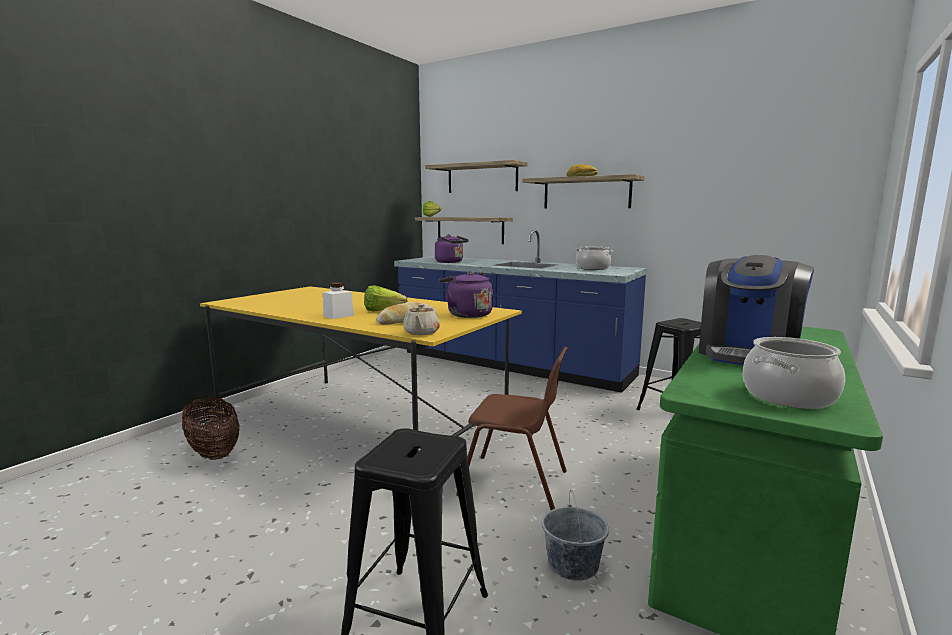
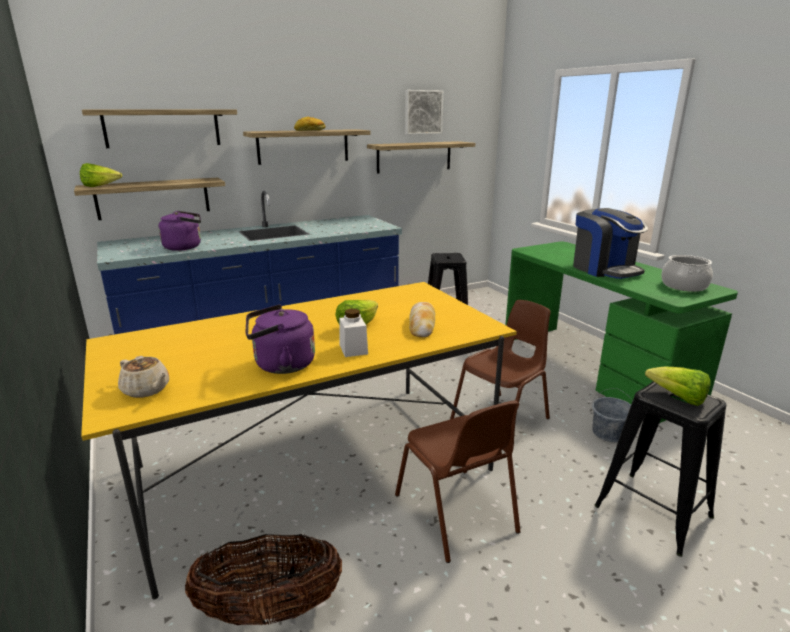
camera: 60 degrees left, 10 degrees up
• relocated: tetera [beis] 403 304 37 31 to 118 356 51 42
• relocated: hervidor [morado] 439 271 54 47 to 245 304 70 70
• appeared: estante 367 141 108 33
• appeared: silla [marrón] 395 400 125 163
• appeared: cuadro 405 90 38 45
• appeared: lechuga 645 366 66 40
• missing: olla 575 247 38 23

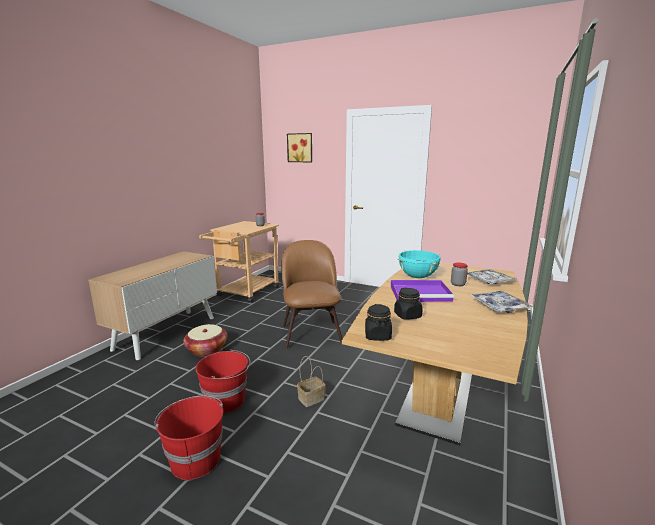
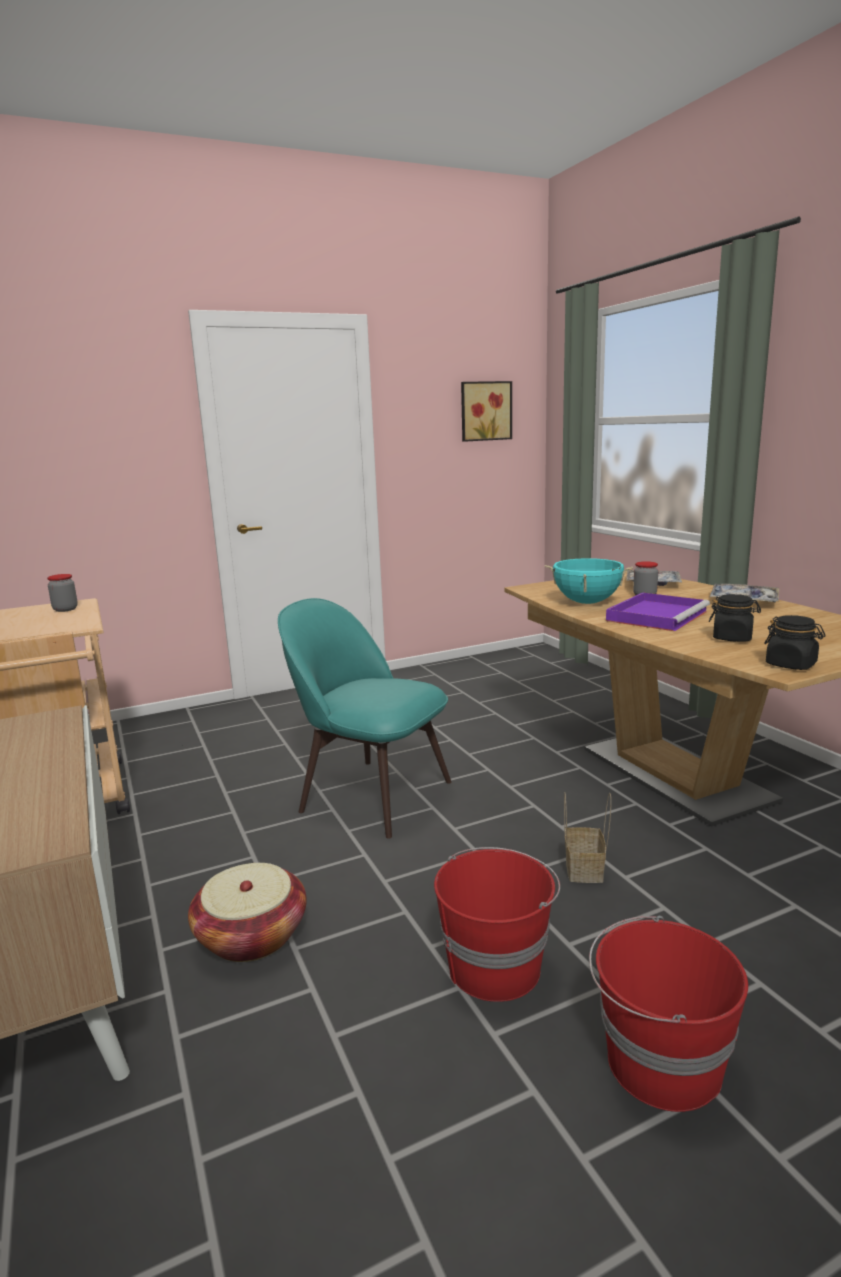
camera: 50 degrees left, 0 degrees up
• colour: silla [marrón] 282 240 60 109 to silla [turquesa] 278 598 173 241
• relocated: cuadro 287 133 25 29 to 461 381 51 61

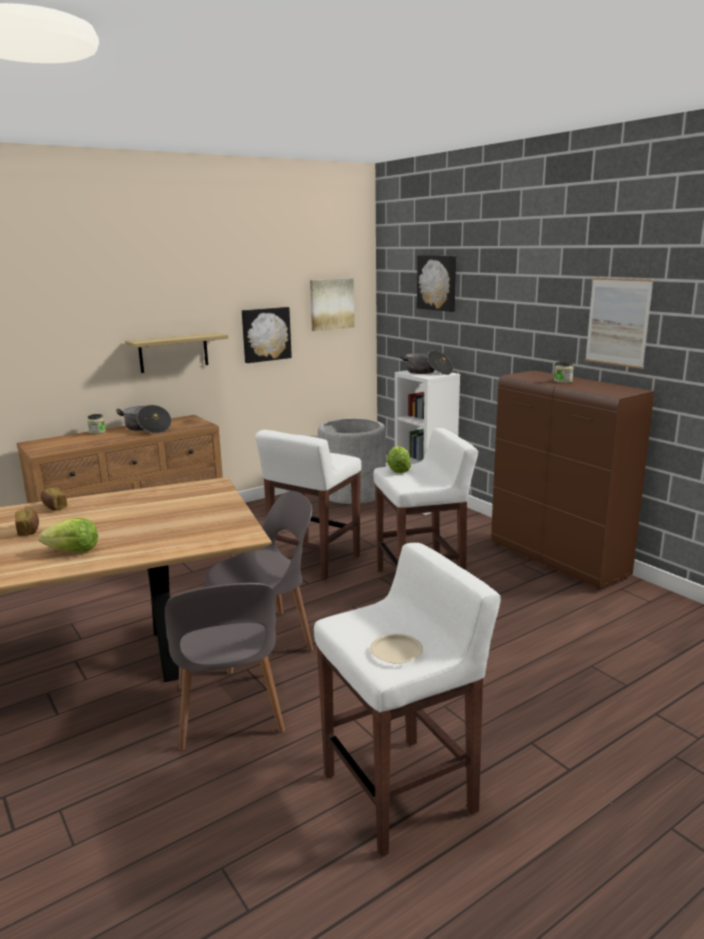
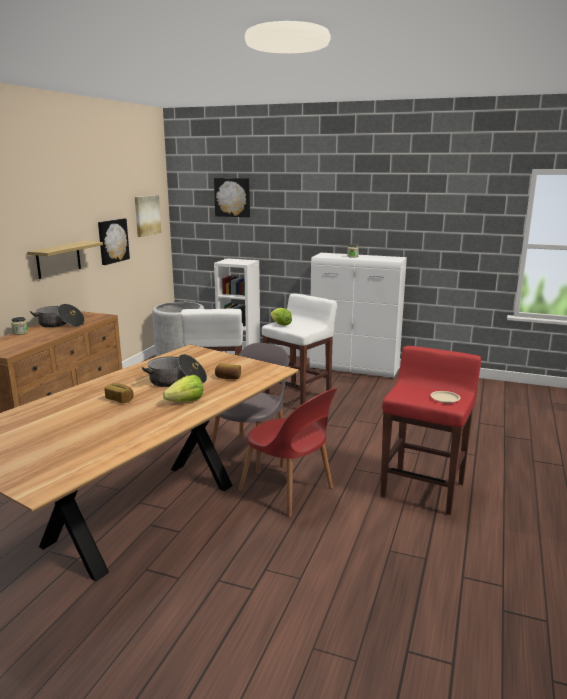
camera: 35 degrees left, 0 degrees up
• relocated: olla 400 350 53 25 to 142 354 65 33
• relocated: pan 41 487 27 24 to 215 363 26 16
• colour: silla [gris] 165 583 120 168 to silla [rojo] 239 388 98 129
• colour: armario [marrón] 491 370 163 219 to armario [blanco] 310 253 97 126
• colour: taburete [blanco] 314 543 187 314 to taburete [rojo] 380 346 101 169
• missing: cuadro 585 278 69 91

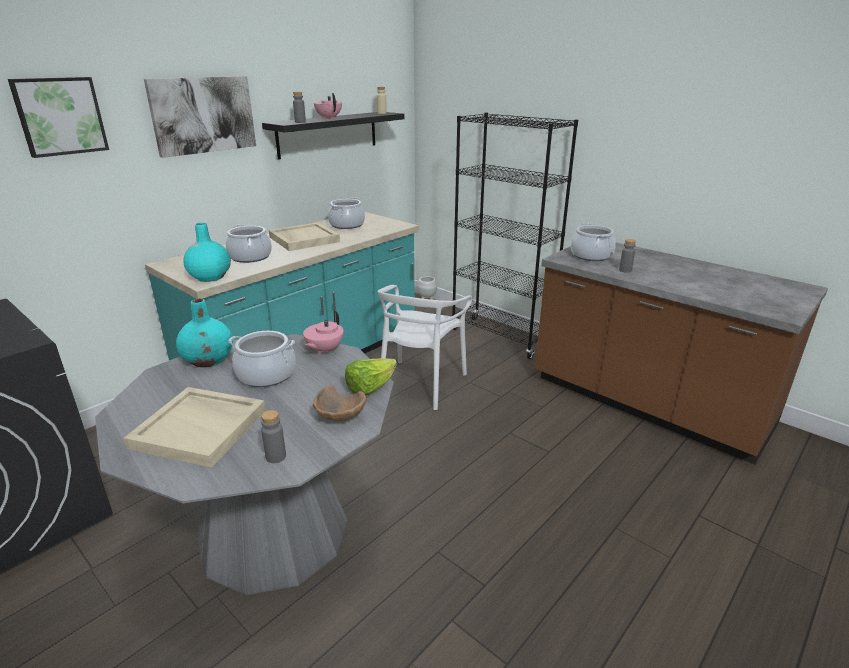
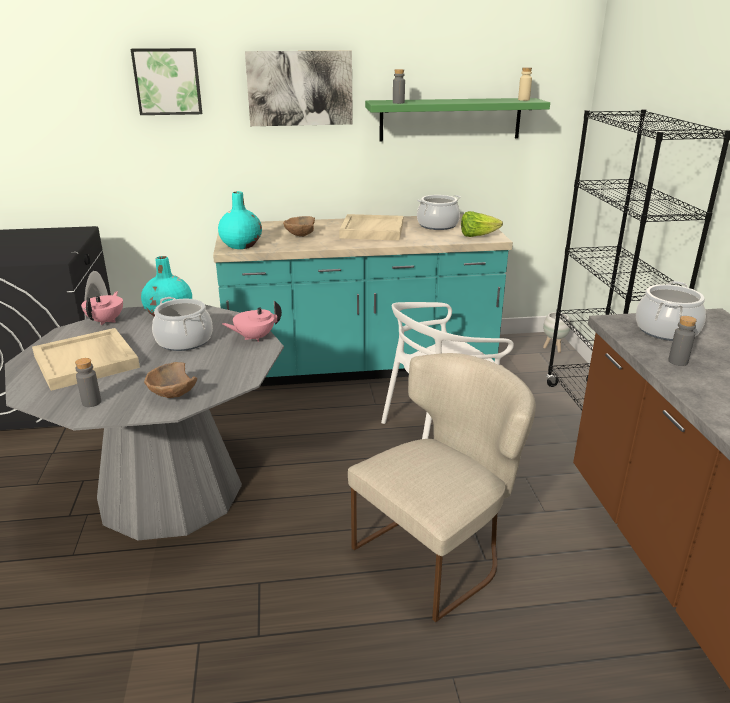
camera: 40 degrees right, 0 degrees up
• relocated: tetera [rosa] 314 93 28 26 to 81 291 42 34
• exchanged: olla 226 224 46 39 to cuenco [marrón] 283 216 32 21
• appeared: silla [beis] 348 353 188 269
• colour: estante [negro] 262 112 142 48 to estante [verde] 365 98 185 43
• relocated: lechuga 345 358 52 38 to 461 211 42 26

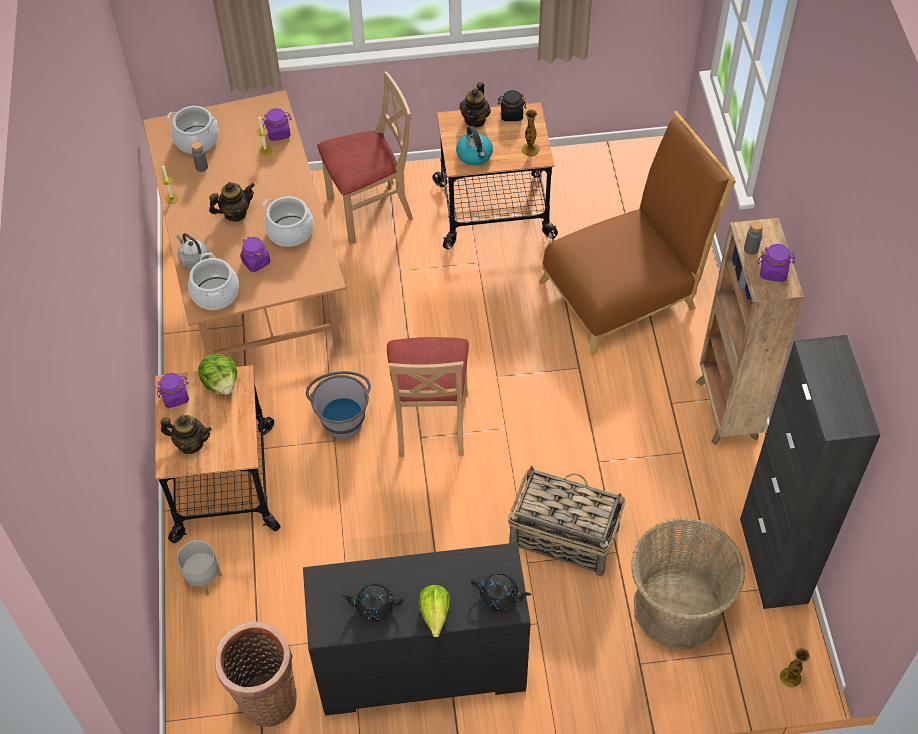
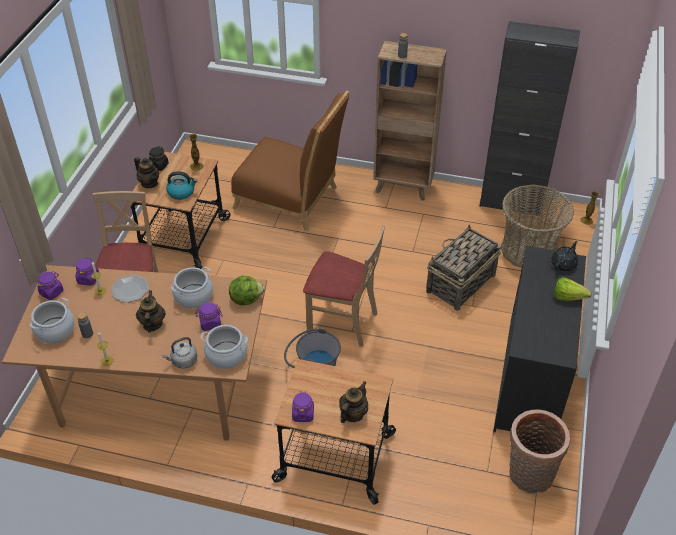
camera: 70 degrees left, 10 degrees down
• relocated: tarro [morado] 758 244 38 38 to 38 271 25 29
• appeared: plato 111 275 38 28
• relocated: lechuga 198 354 39 41 to 229 276 36 29
• spun: silla [marrón] 539 111 197 245 = 231 91 118 140 120 degrees clockwise
• missing: maceta [gris] 177 540 45 56
• missing: tetera [negro] 340 584 64 38

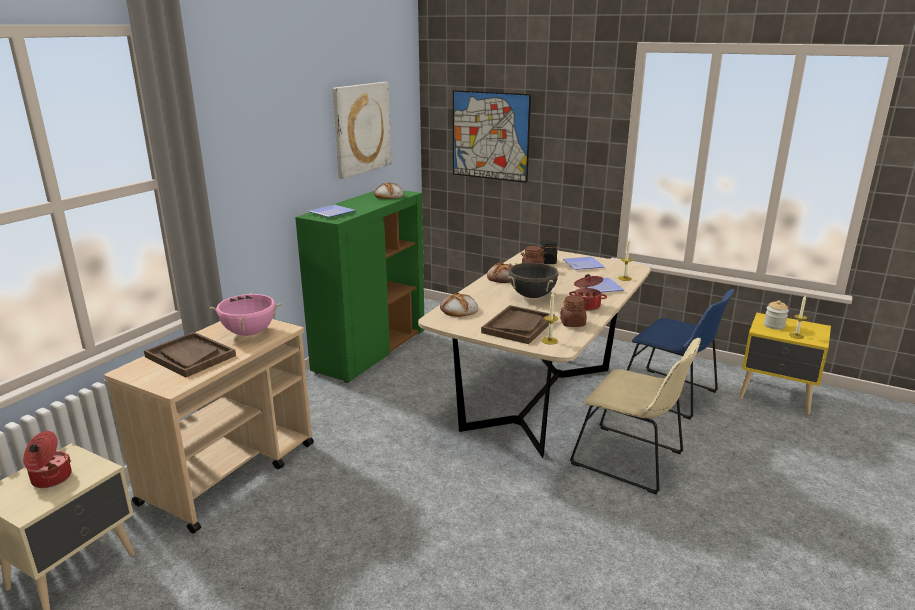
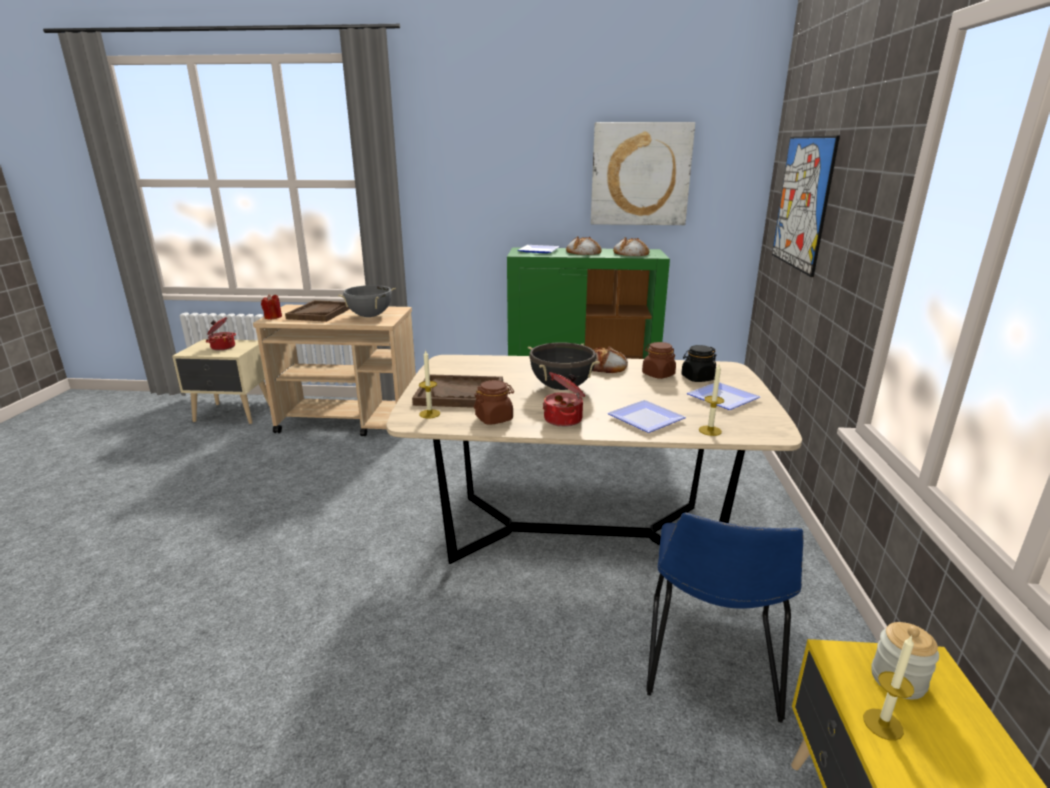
camera: 65 degrees right, 0 degrees up
• appeared: vela [rojo] 261 294 21 25
• colour: olla [rosa] 209 293 73 43 to olla [gris] 338 285 58 32
• relocated: pan 440 293 38 24 to 566 236 35 19
• missing: silla [beis] 570 338 131 156

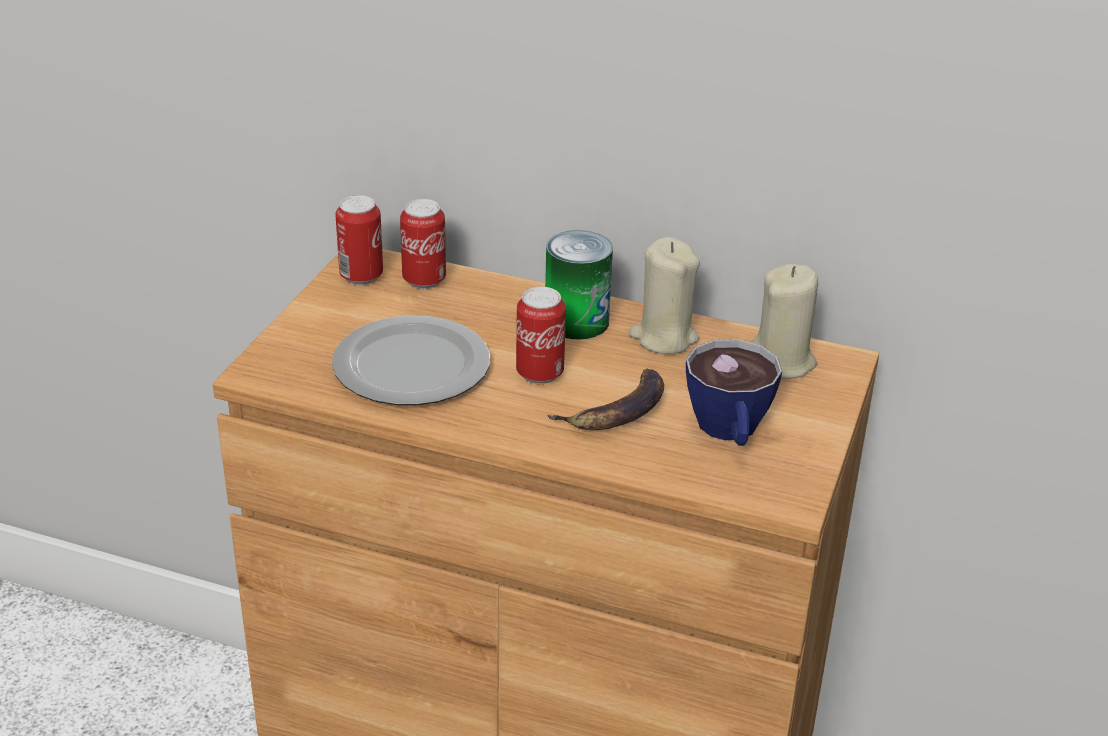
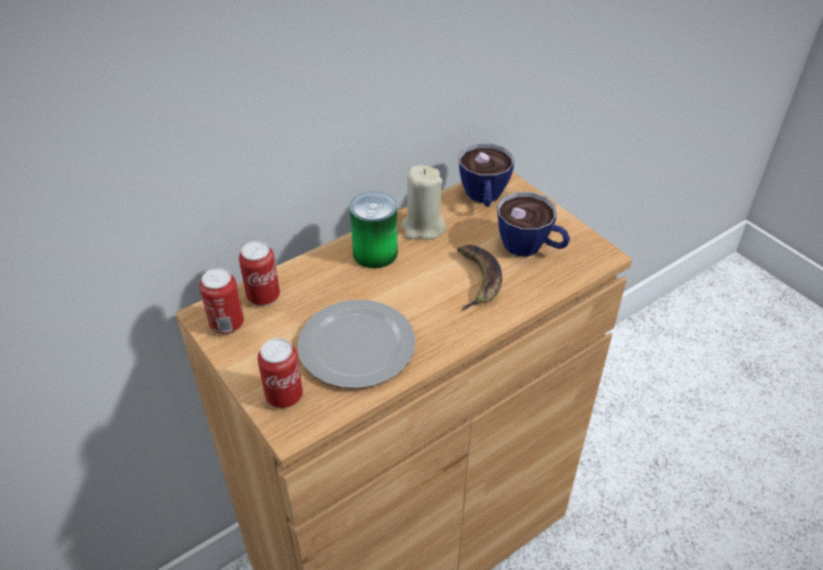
camera: 55 degrees left, 10 degrees up
• relocated: lata 516 287 50 97 to 257 338 46 70
• exchanged: vela [beis] 751 264 67 115 to taza 459 143 55 64

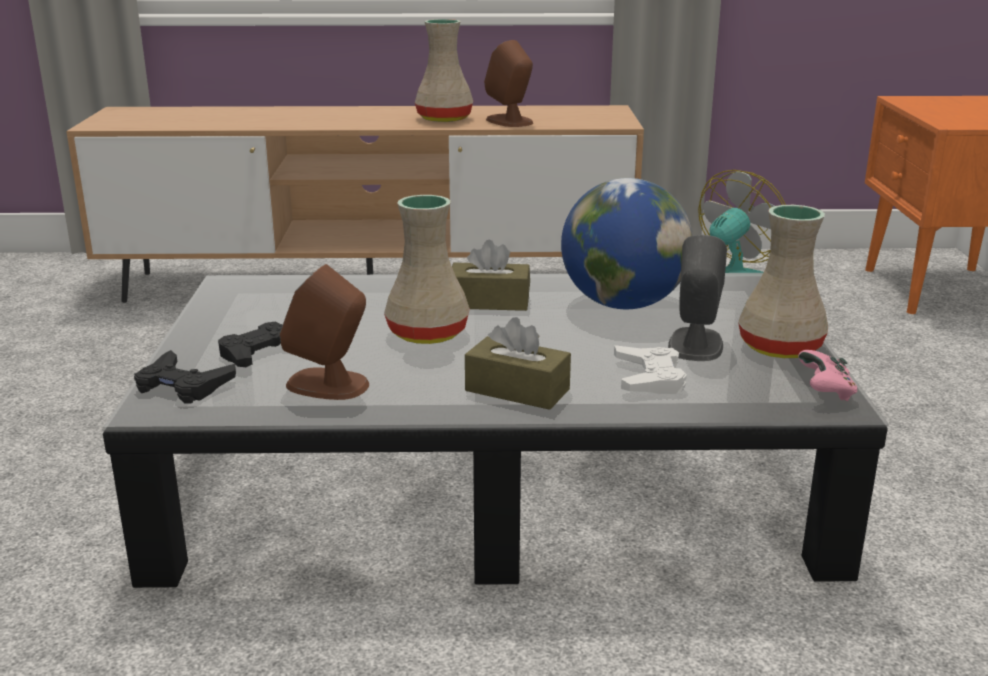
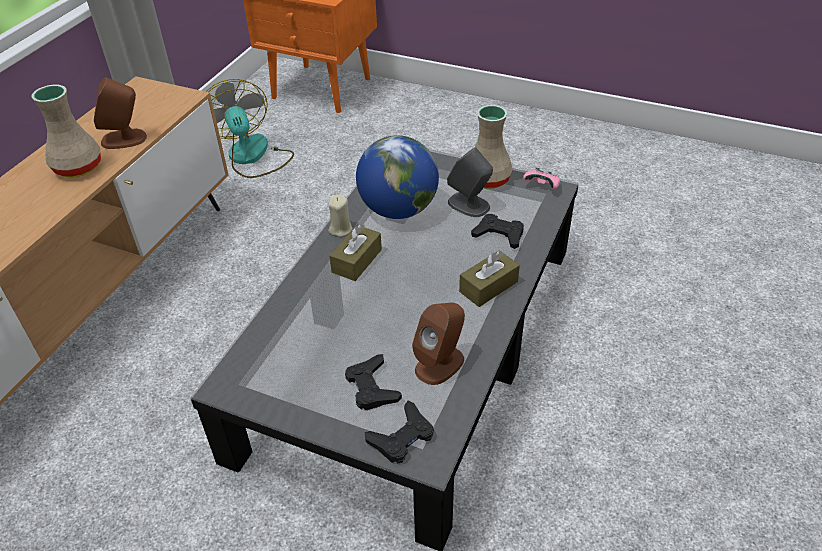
camera: 65 degrees left, 20 degrees up
• appeared: vela [beis] 328 194 25 43
• colour: mando de consola [blanco] 614 345 73 49 to mando de consola [negro] 471 214 53 35
• missing: florero [beis] 384 195 86 149

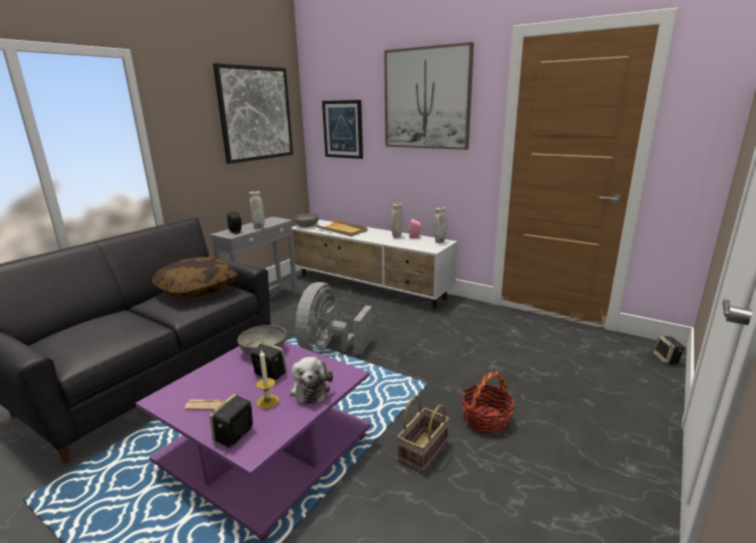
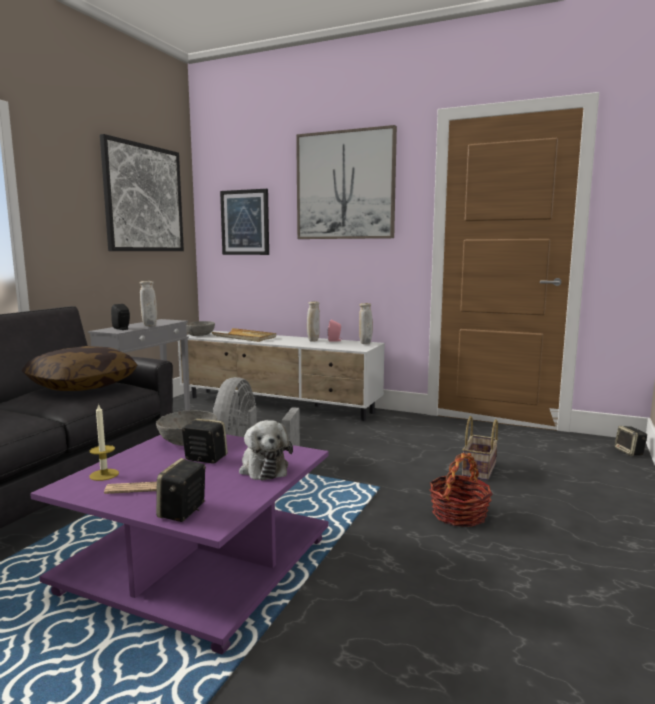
camera: 10 degrees left, 10 degrees down
• relocated: vela 256 349 23 60 to 89 403 30 78
• relocated: cesta 397 395 52 78 to 462 416 36 64

